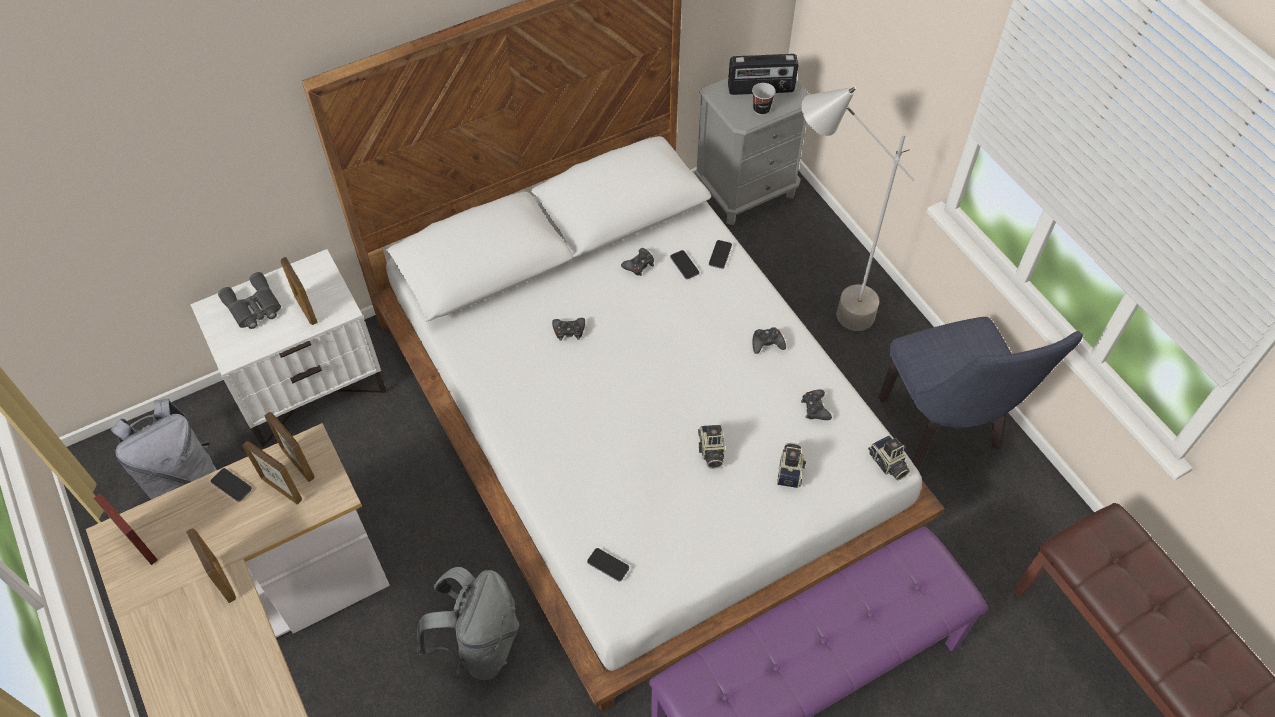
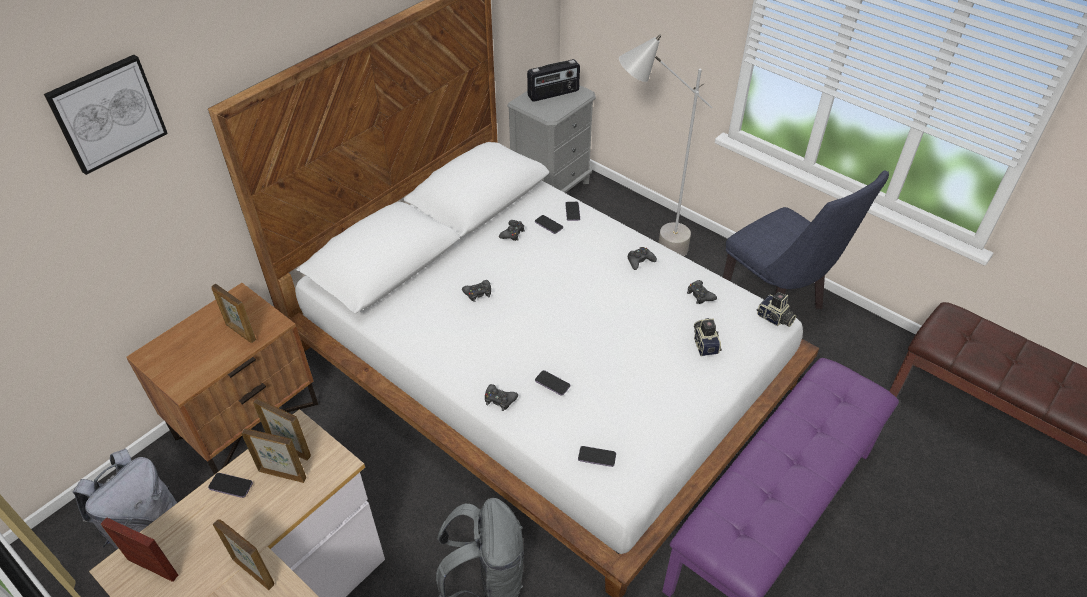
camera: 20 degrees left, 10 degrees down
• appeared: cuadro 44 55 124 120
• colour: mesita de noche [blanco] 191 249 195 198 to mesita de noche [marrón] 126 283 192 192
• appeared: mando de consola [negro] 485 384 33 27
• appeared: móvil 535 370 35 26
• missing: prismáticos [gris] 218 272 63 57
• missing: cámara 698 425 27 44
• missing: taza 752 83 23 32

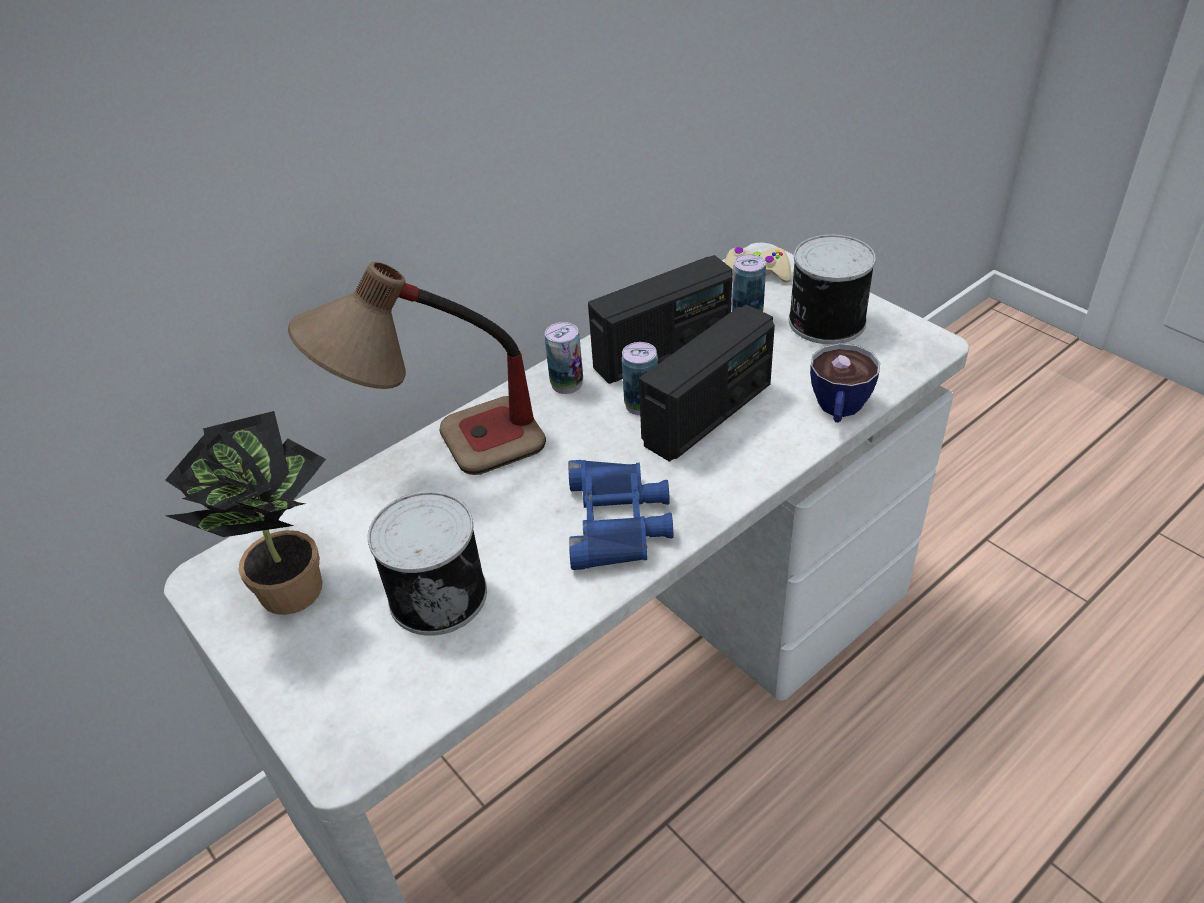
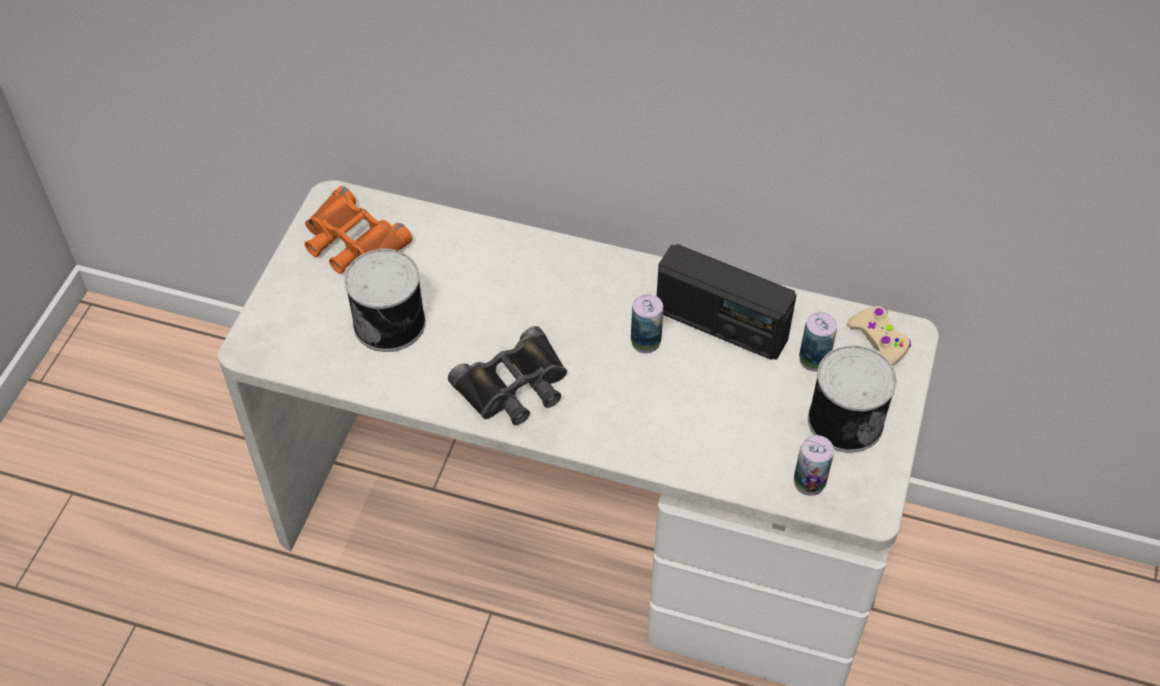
camera: 55 degrees right, 10 degrees up
• exchanged: planta en maceta 165 411 161 204 to prismáticos [naranja] 305 186 107 88
• colour: prismáticos [azul] 568 460 105 110 to prismáticos [negro] 448 326 119 99
• relocated: lata 545 322 38 72 to 794 435 40 61
• missing: lámpara de mesa 288 262 258 213
• missing: radio 639 305 136 157
• missing: taza 810 343 70 80

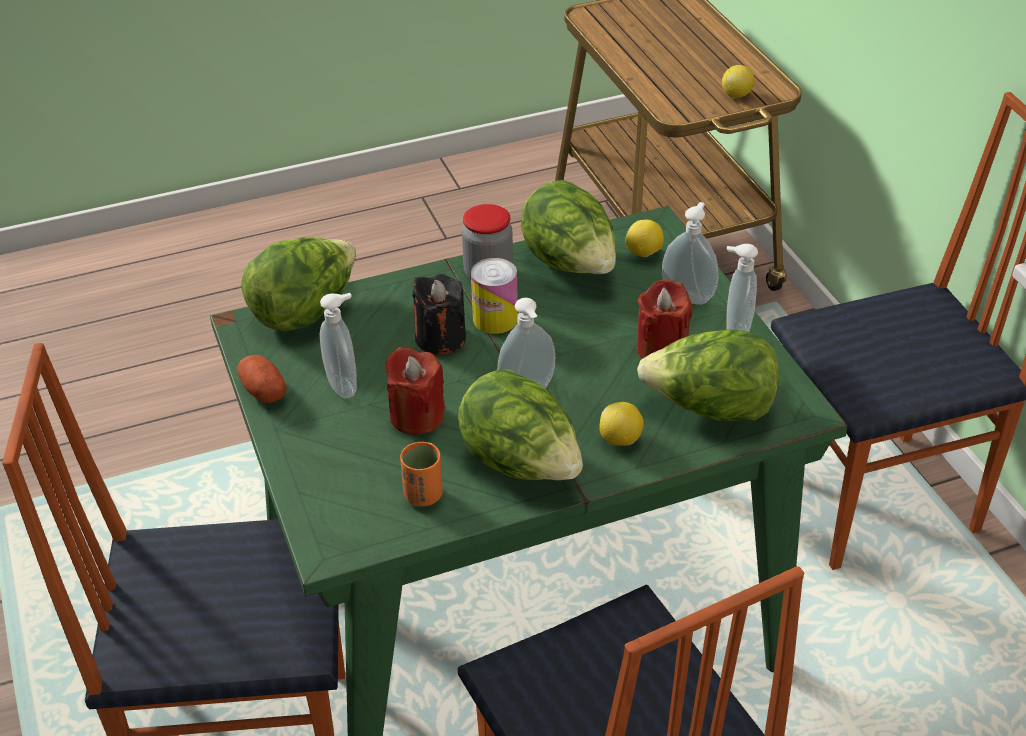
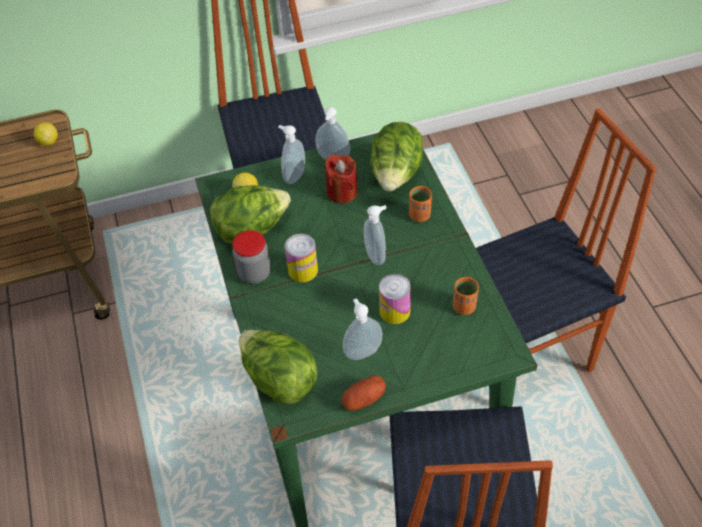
camera: 85 degrees left, 10 degrees up
• exchanged: vela [rojo] 385 347 60 88 to lata 379 274 32 50
• exchanged: limón 599 402 45 44 to taza [naranja] 409 186 23 36
• missing: vela [negro] 412 274 54 81
• missing: lechuga 458 369 125 111

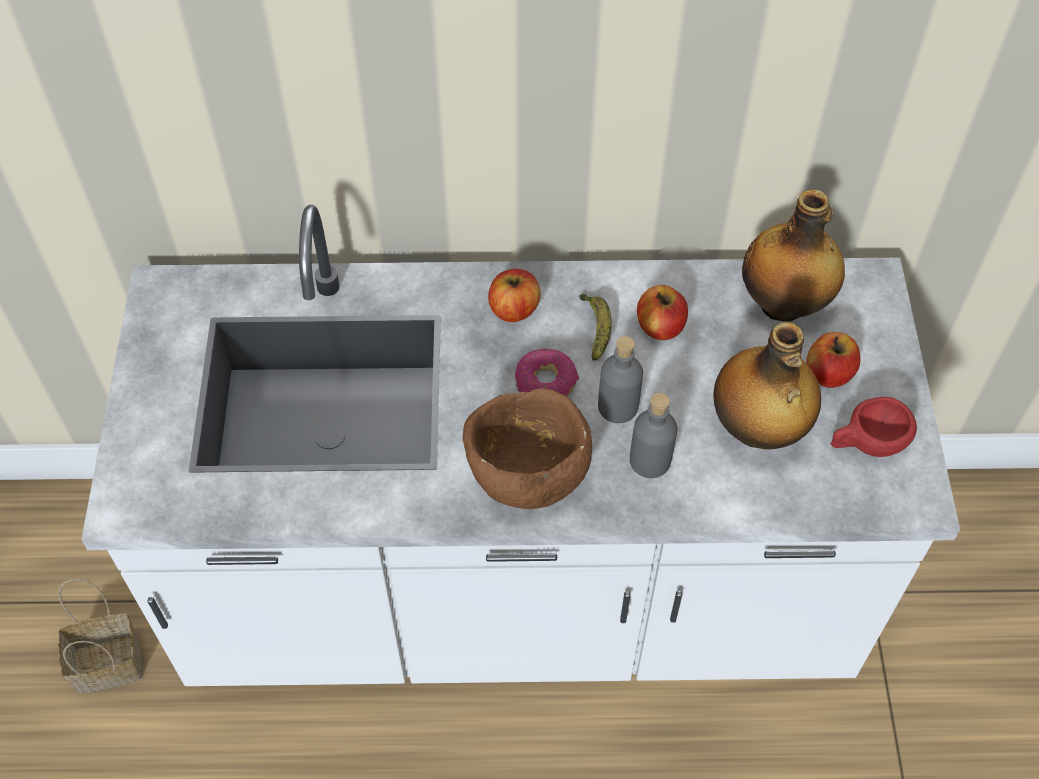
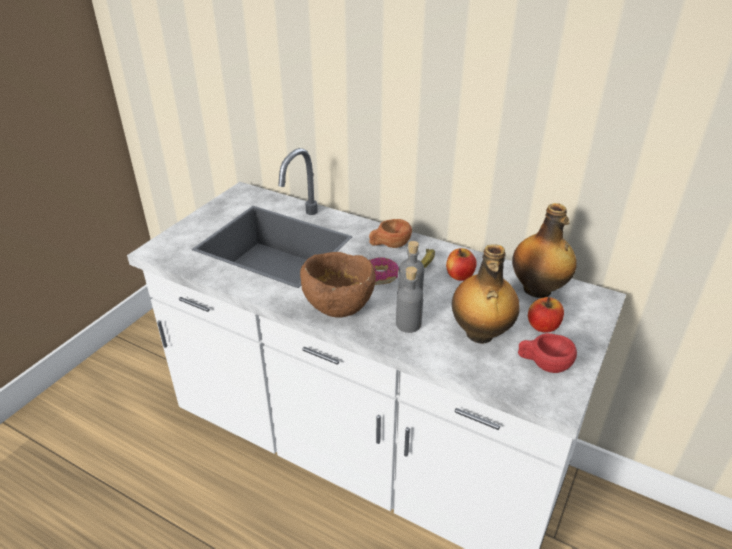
camera: 30 degrees right, 20 degrees down
• exchanged: manzana 488 269 52 53 to taza [marrón] 369 219 43 29
• missing: cesta 58 579 84 115

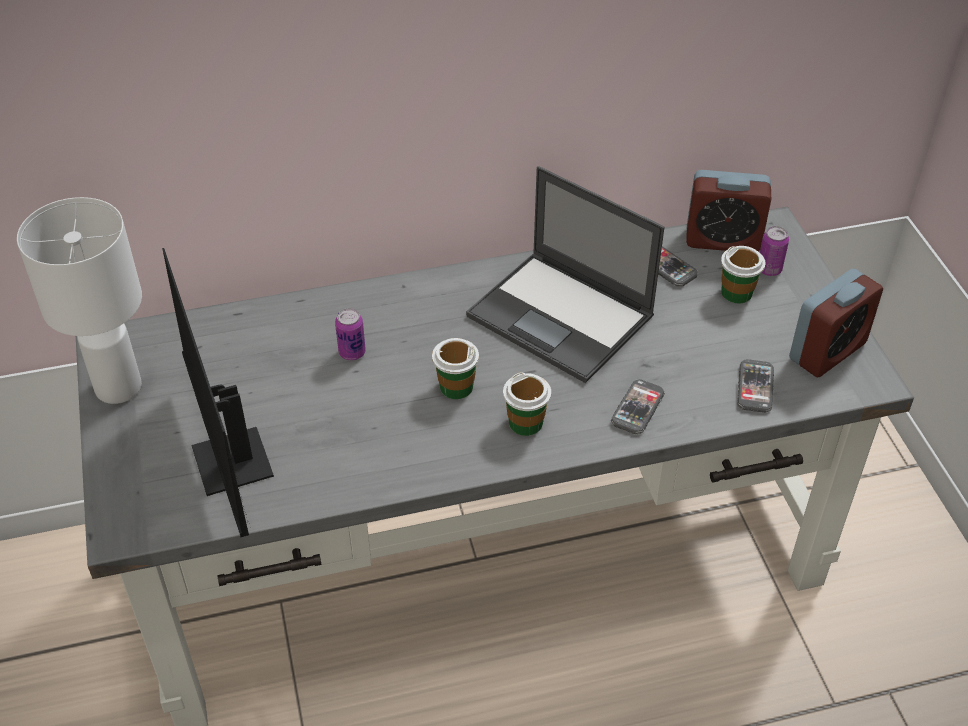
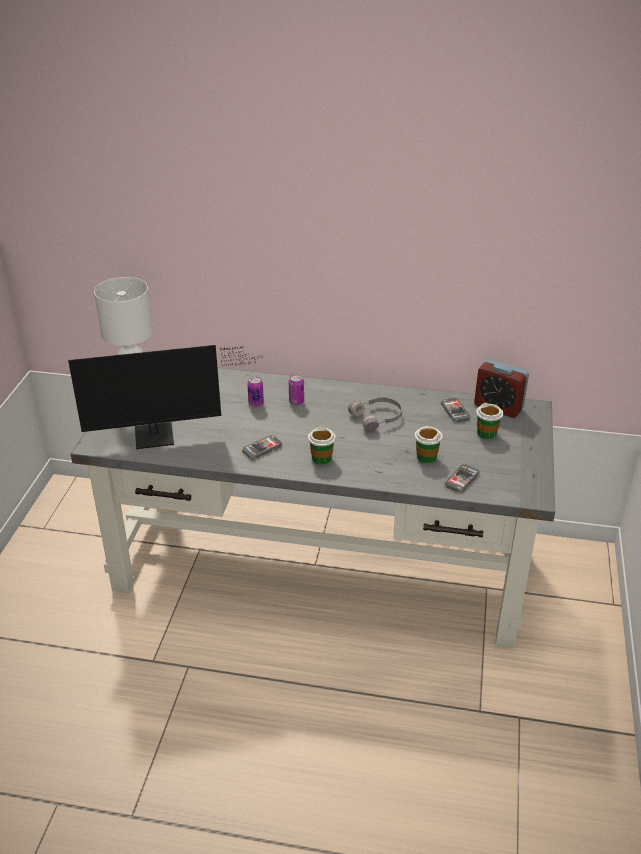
camera: 25 degrees right, 10 degrees down
• spun: monitor 162 248 112 289 = 68 345 192 104 105 degrees counterclockwise
• relocated: móvil 611 379 54 55 to 242 435 40 24
• relocated: lata 760 226 29 50 to 289 374 15 31
• exchanged: portátil 466 166 199 217 to auriculares [gris] 348 397 54 34
• relocated: taza 432 338 47 61 to 415 426 27 37
• missing: despertador 789 269 94 108

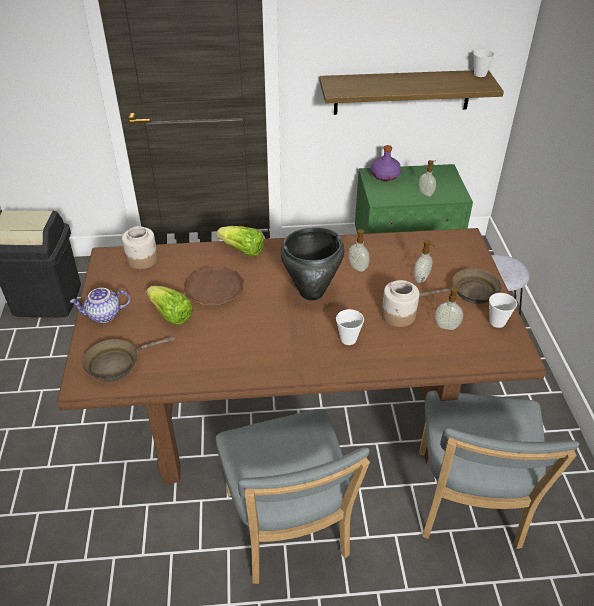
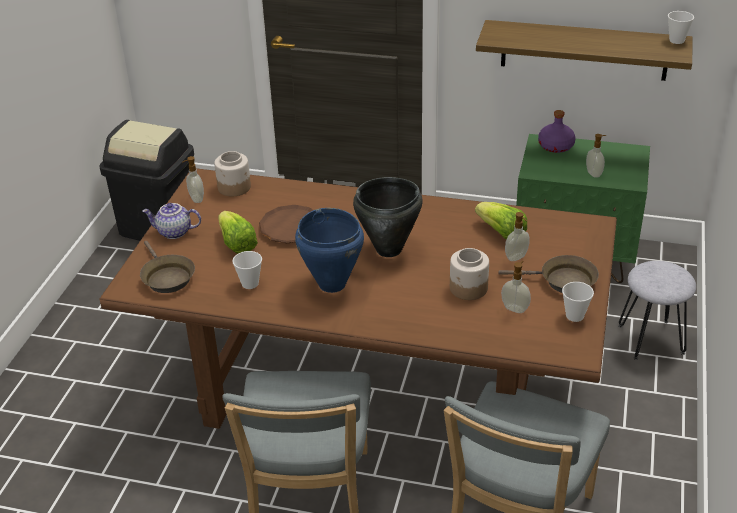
camera: 20 degrees right, 5 degrees down
• spun: sartén [marrón] 82 336 93 46 = 140 241 55 52 105 degrees counterclockwise
• relocated: dispensador de jabón 348 229 22 43 to 182 156 22 47
• relocated: taza 336 309 28 36 to 232 251 30 38
• appeared: olla [azul] 295 208 69 85
• relocated: lechuga 216 226 48 31 to 475 202 52 37

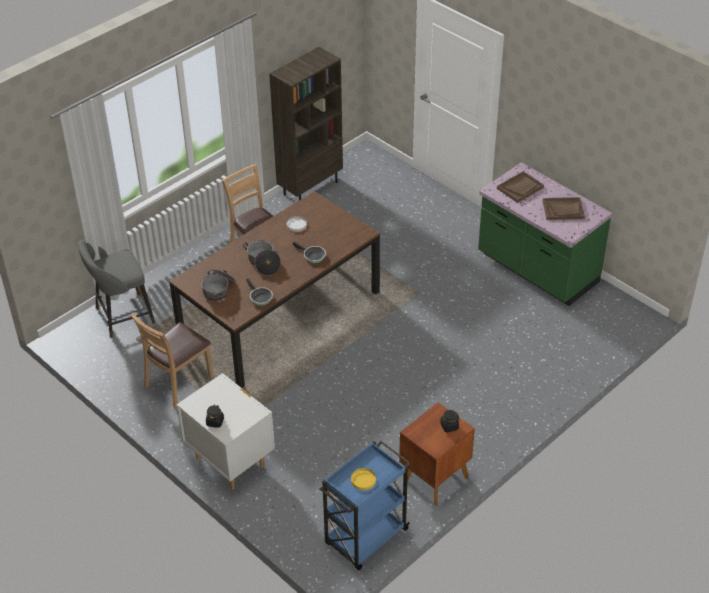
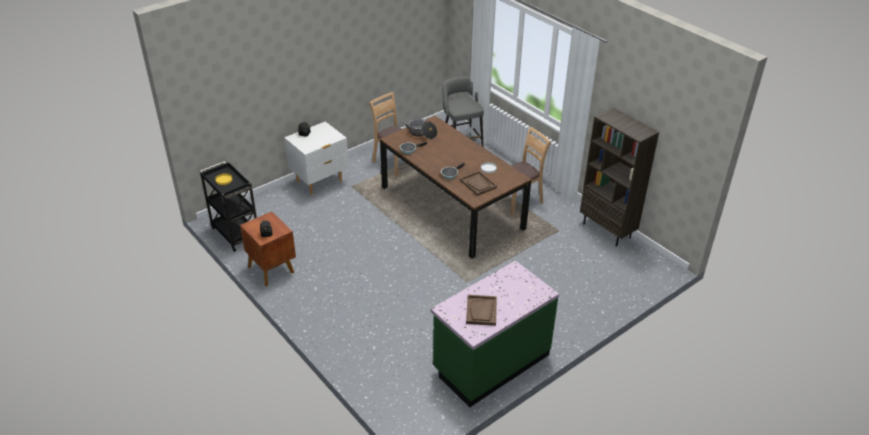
camera: 95 degrees right, 5 degrees down
• colour: carrito [azul] 320 441 90 129 to carrito [negro] 200 161 57 91
• relocated: bandeja [marrón] 497 171 47 32 to 460 171 37 25
• missing: olla 243 240 38 36

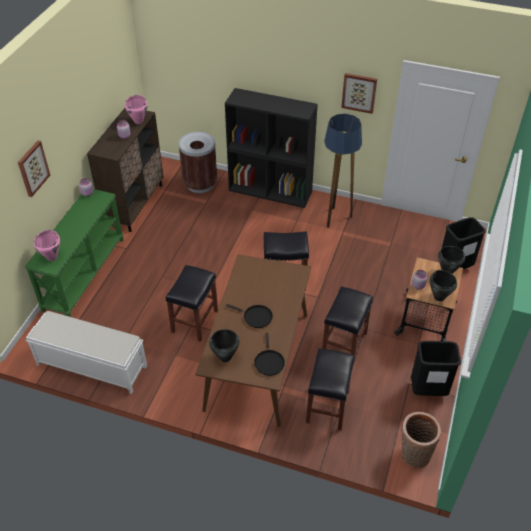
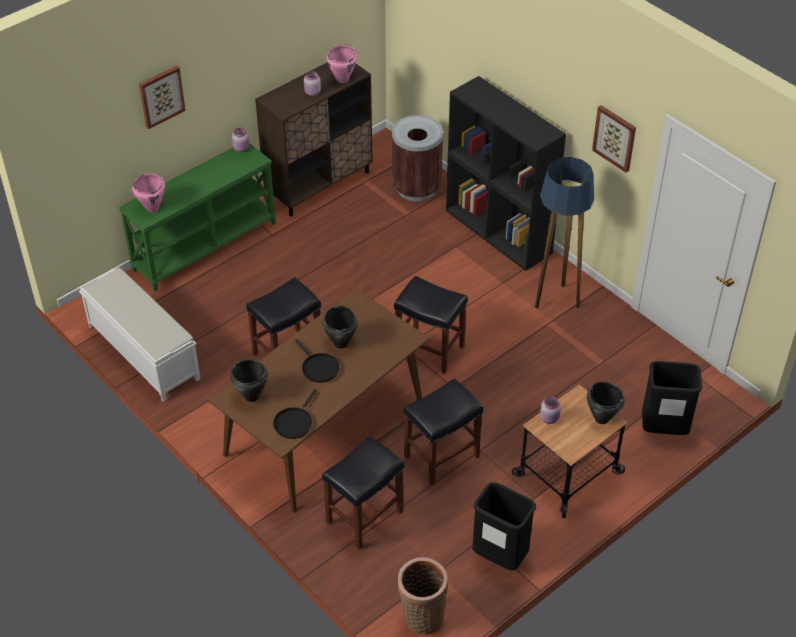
camera: 30 degrees right, 0 degrees up
• relocated: olla [negro] 430 270 27 31 to 323 306 35 42

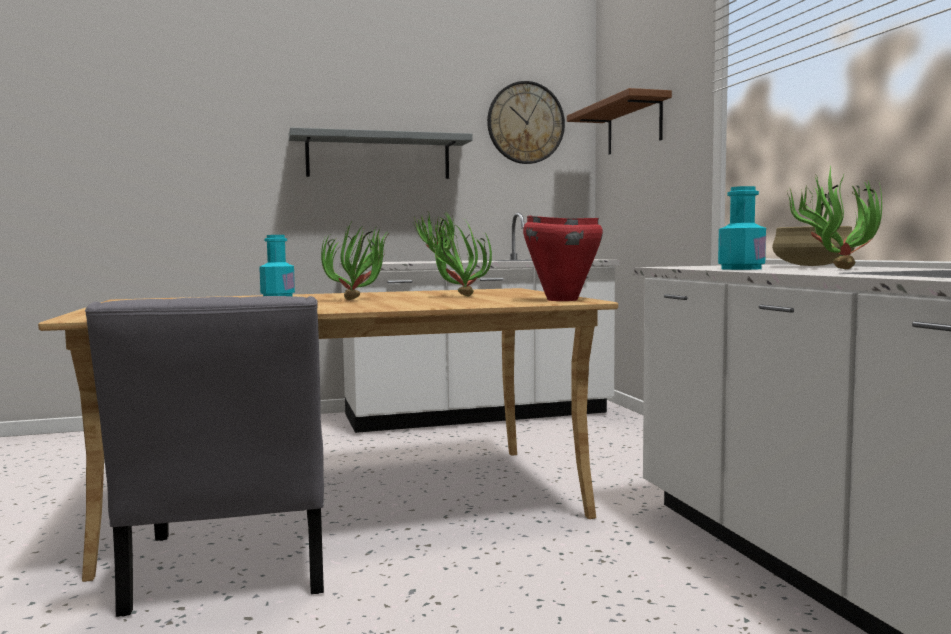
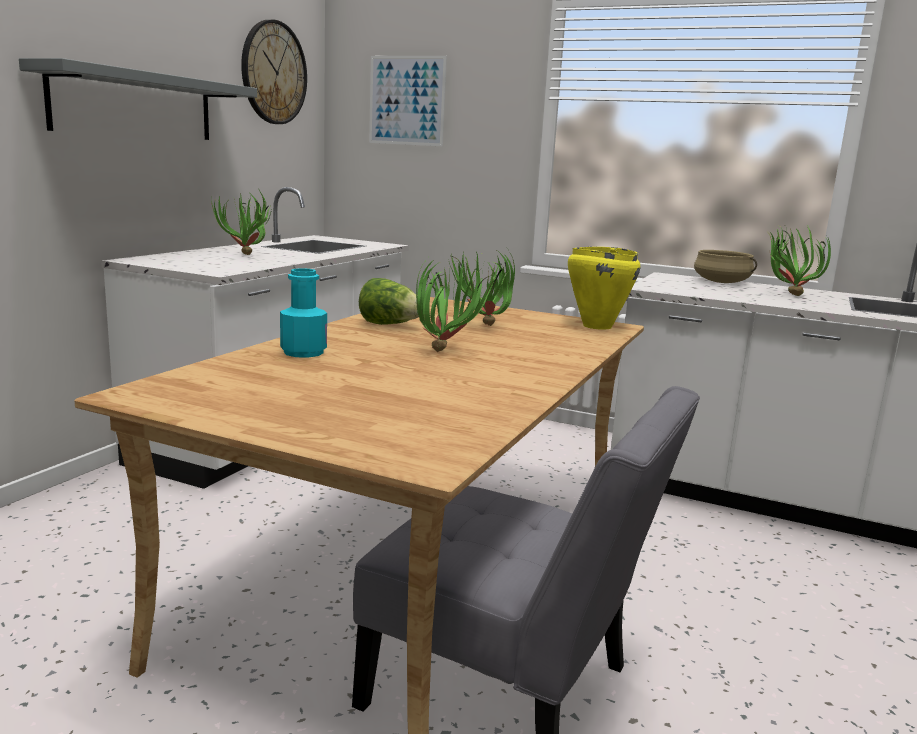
camera: 50 degrees left, 10 degrees up
• appeared: lechuga 359 278 60 47
• exchanged: estante [marrón] 567 88 105 67 to cuadro 369 56 78 90
• colour: olla [rojo] 523 216 80 85 to olla [amarillo] 568 247 72 83
• missing: botella [turquesa] 718 186 48 84

